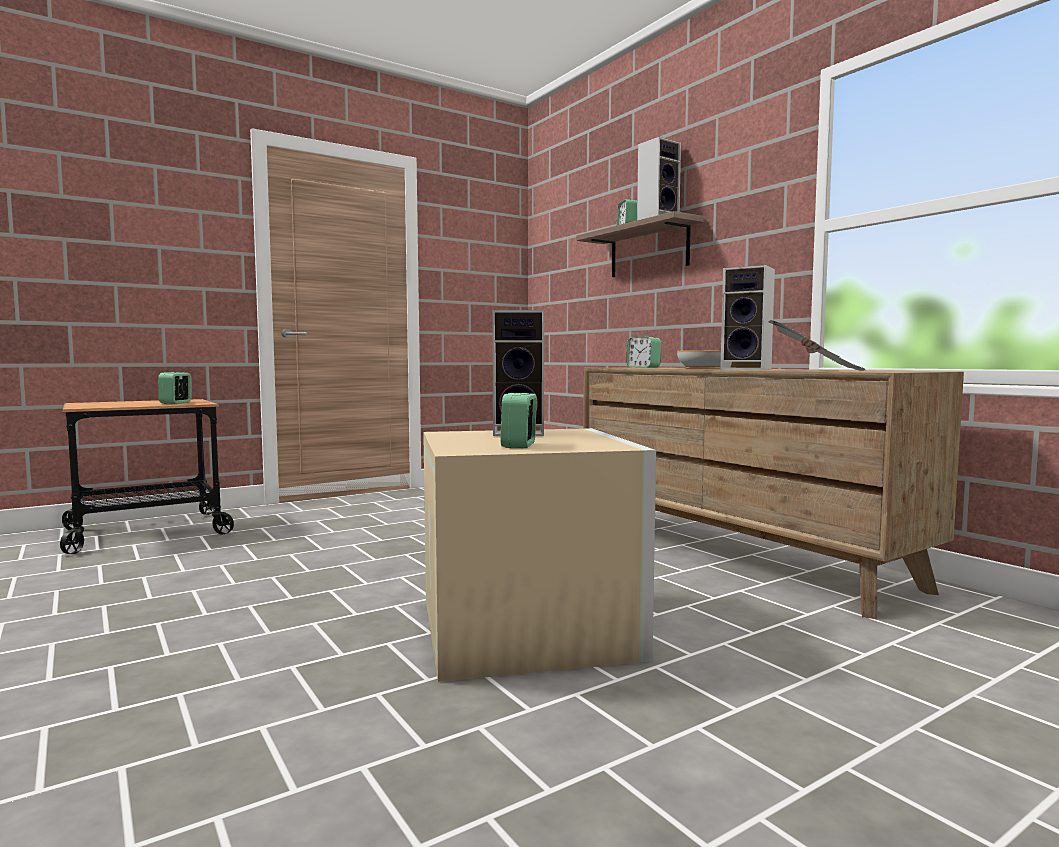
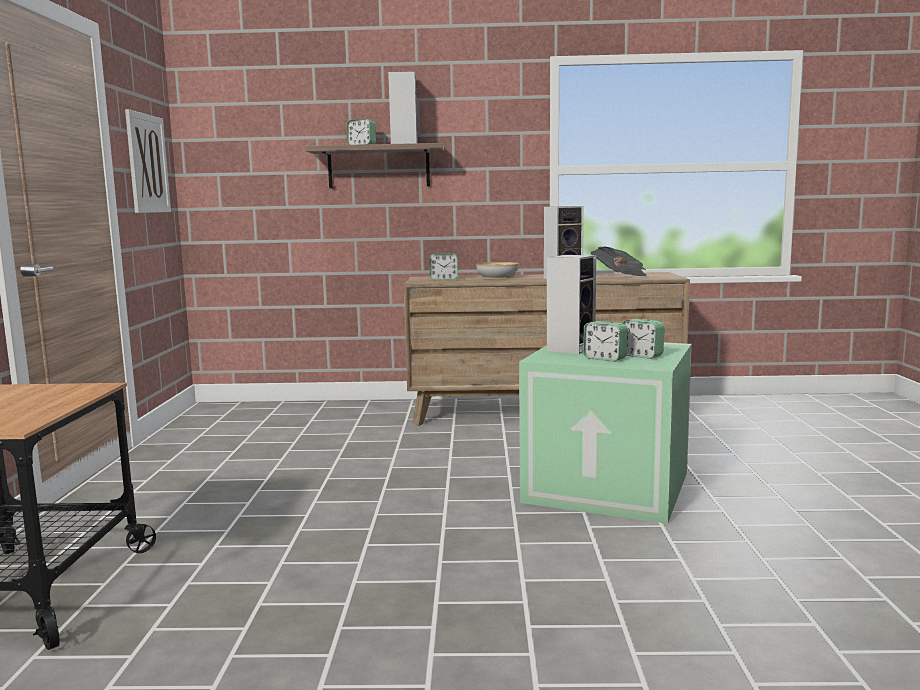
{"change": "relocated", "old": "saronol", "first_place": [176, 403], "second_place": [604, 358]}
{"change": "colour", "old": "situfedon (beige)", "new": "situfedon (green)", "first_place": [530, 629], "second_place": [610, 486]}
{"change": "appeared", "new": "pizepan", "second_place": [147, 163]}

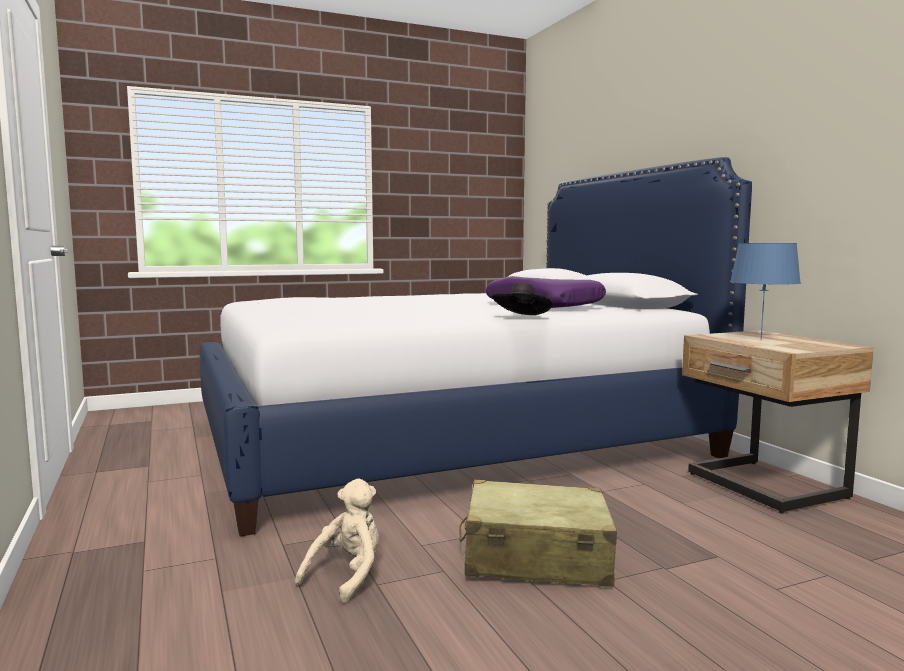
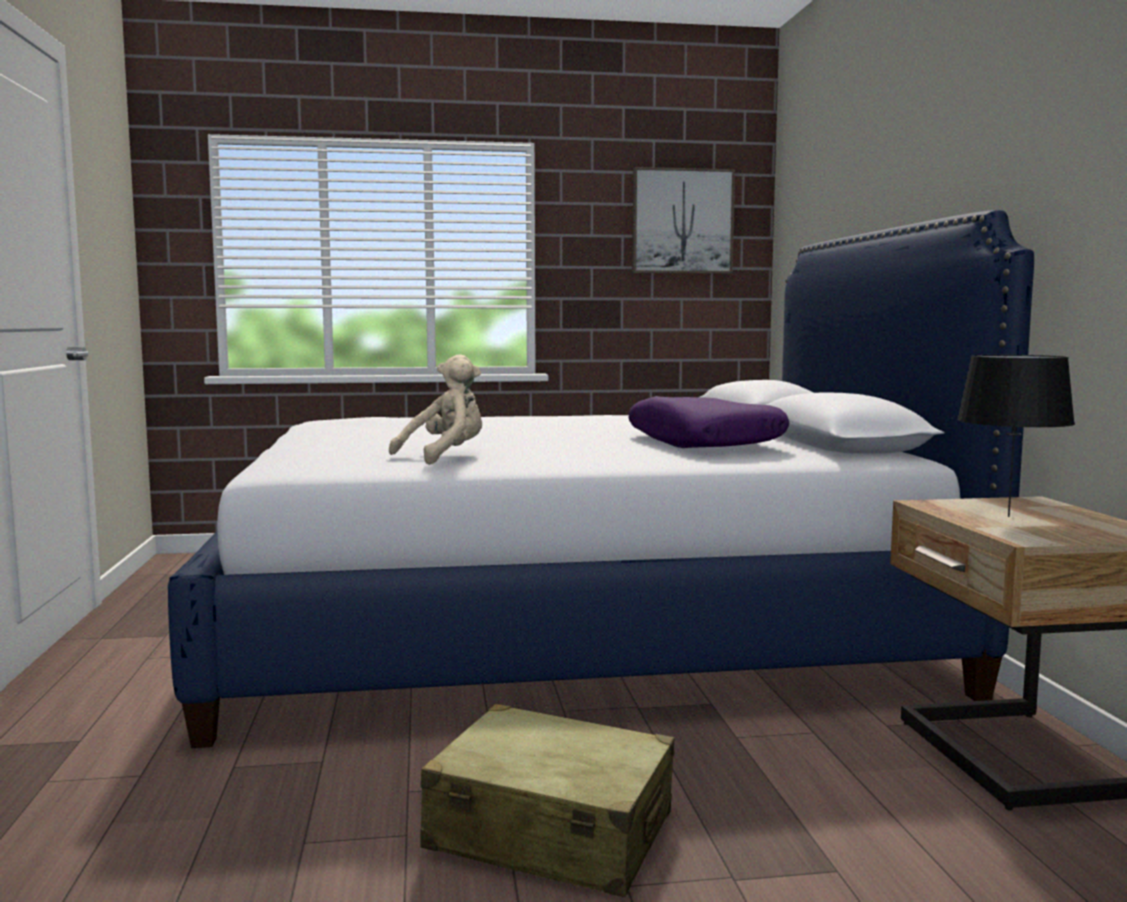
{"change": "colour", "old": "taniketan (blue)", "new": "taniketan (black)", "first_place": [762, 340], "second_place": [1010, 516]}
{"change": "missing", "old": "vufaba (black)", "first_place": [522, 317]}
{"change": "relocated", "old": "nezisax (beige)", "first_place": [347, 576], "second_place": [445, 456]}
{"change": "appeared", "new": "pizepan", "second_place": [682, 221]}

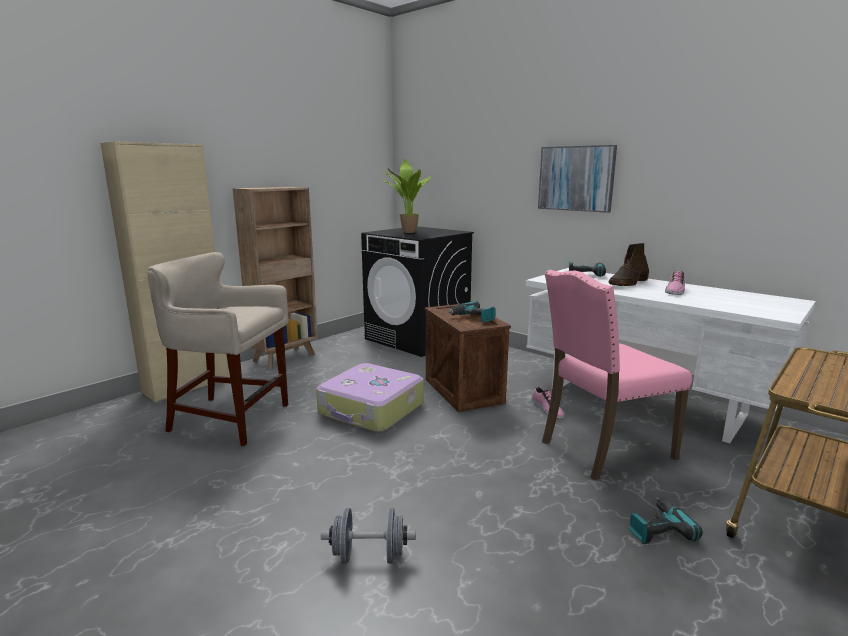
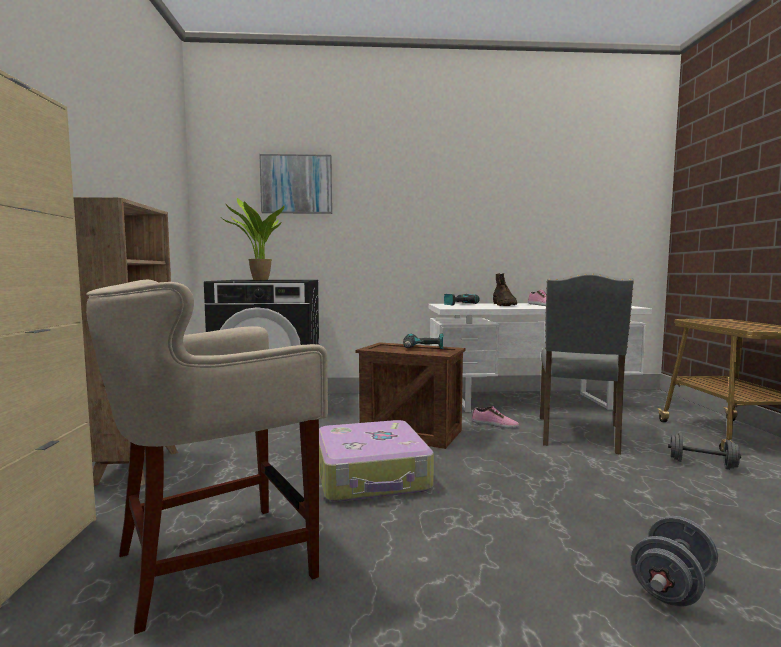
{"change": "relocated", "old": "pizepan", "first_place": [576, 178], "second_place": [296, 184]}
{"change": "colour", "old": "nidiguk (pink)", "new": "nidiguk (grey)", "first_place": [603, 449], "second_place": [579, 435]}
{"change": "exchanged", "old": "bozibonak", "new": "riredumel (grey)", "first_place": [657, 528], "second_place": [702, 464]}

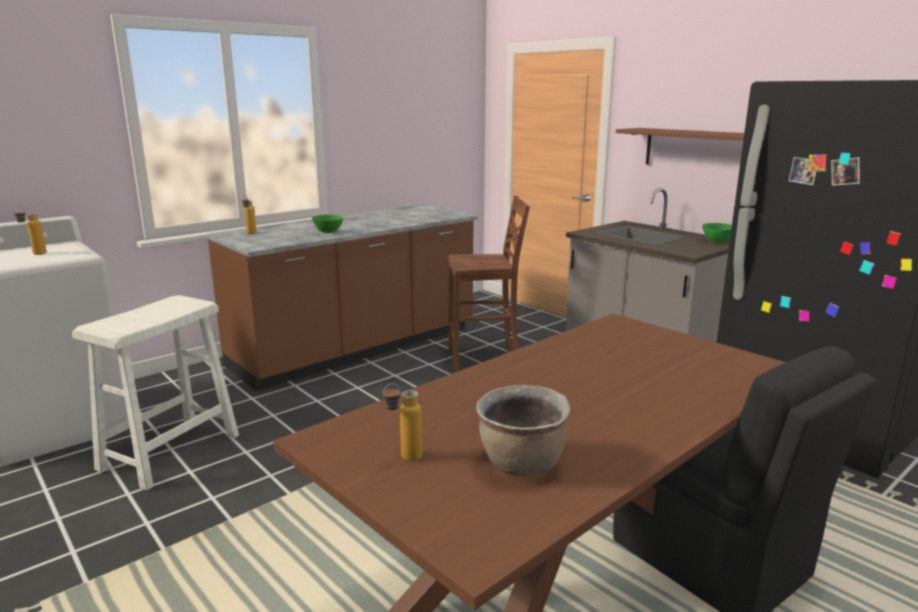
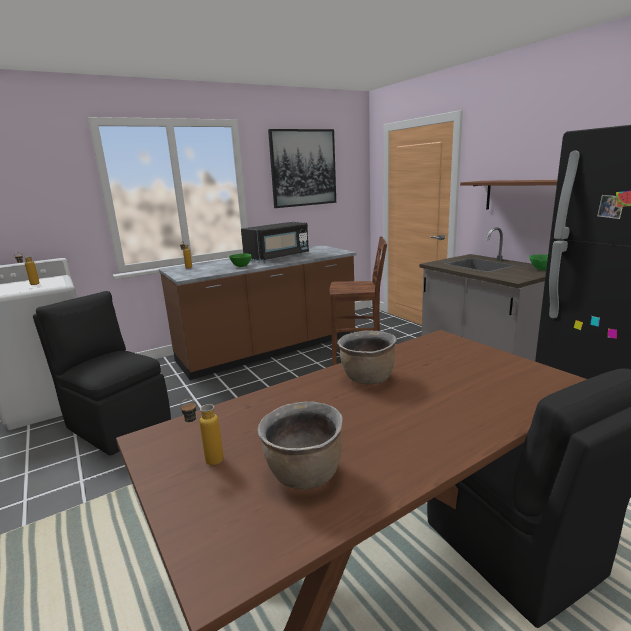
{"change": "exchanged", "old": "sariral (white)", "new": "nidiguk (black)", "first_place": [171, 451], "second_place": [117, 424]}
{"change": "appeared", "new": "pizepan", "second_place": [303, 168]}
{"change": "appeared", "new": "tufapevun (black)", "second_place": [278, 257]}
{"change": "appeared", "new": "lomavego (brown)", "second_place": [367, 379]}

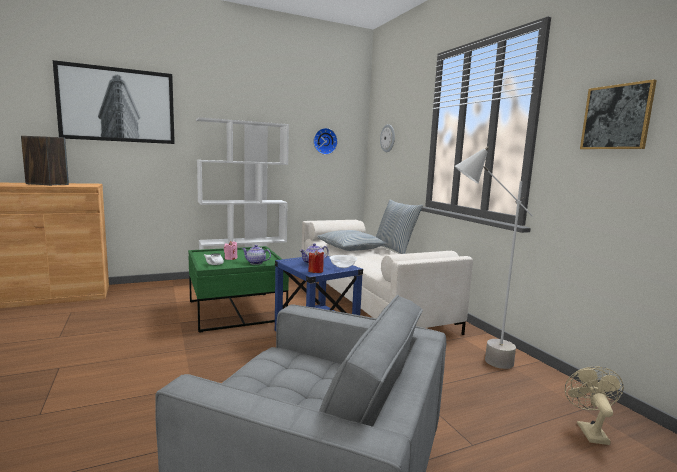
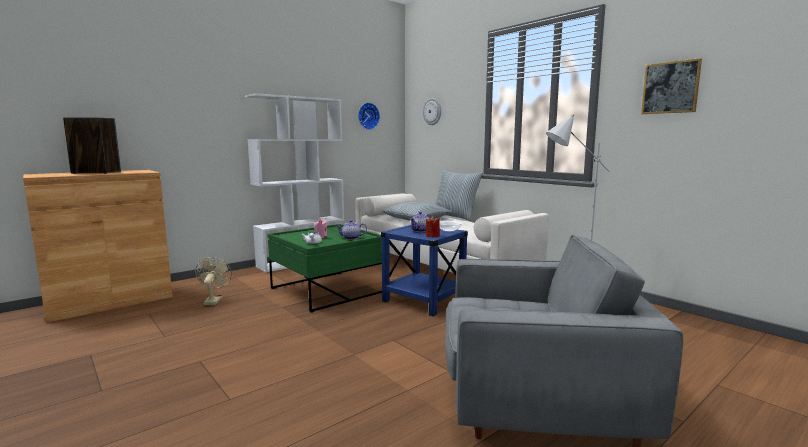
{"change": "missing", "old": "pizepan", "first_place": [117, 105]}
{"change": "relocated", "old": "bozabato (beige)", "first_place": [589, 430], "second_place": [213, 300]}

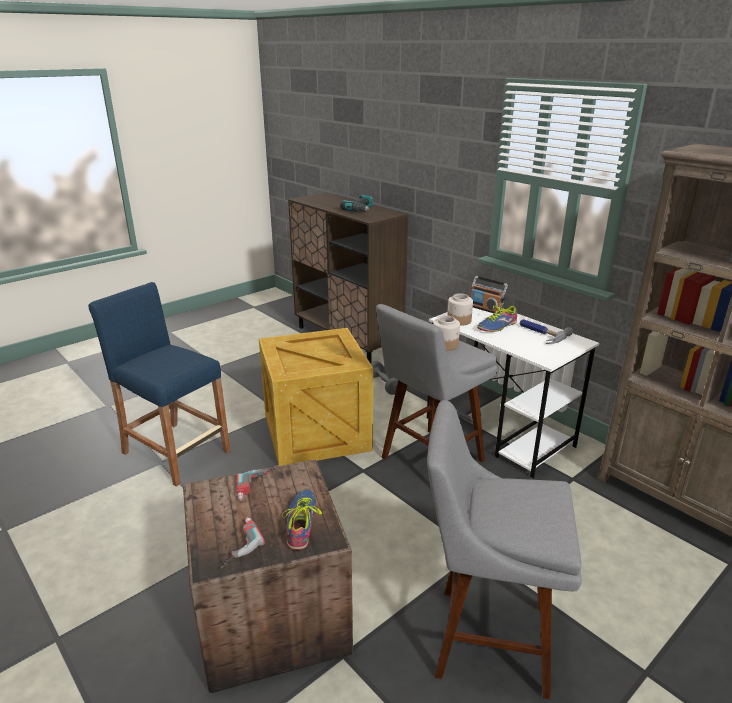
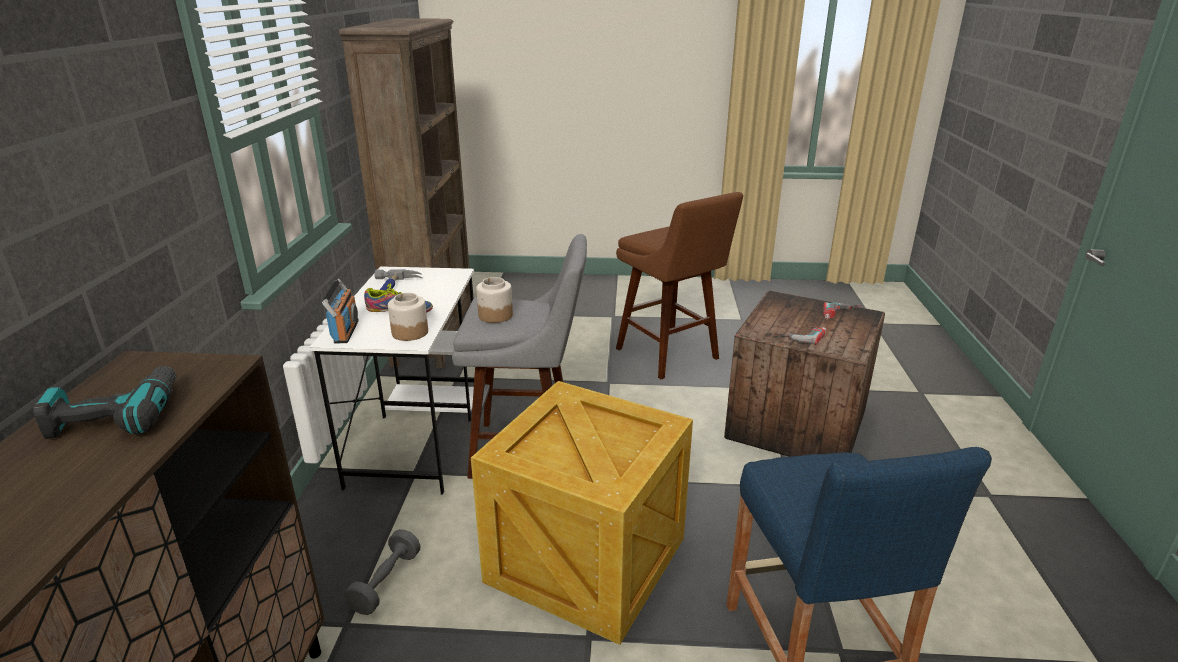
{"change": "colour", "old": "sariral (grey)", "new": "sariral (brown)", "first_place": [484, 638], "second_place": [670, 356]}
{"change": "missing", "old": "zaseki", "first_place": [301, 523]}

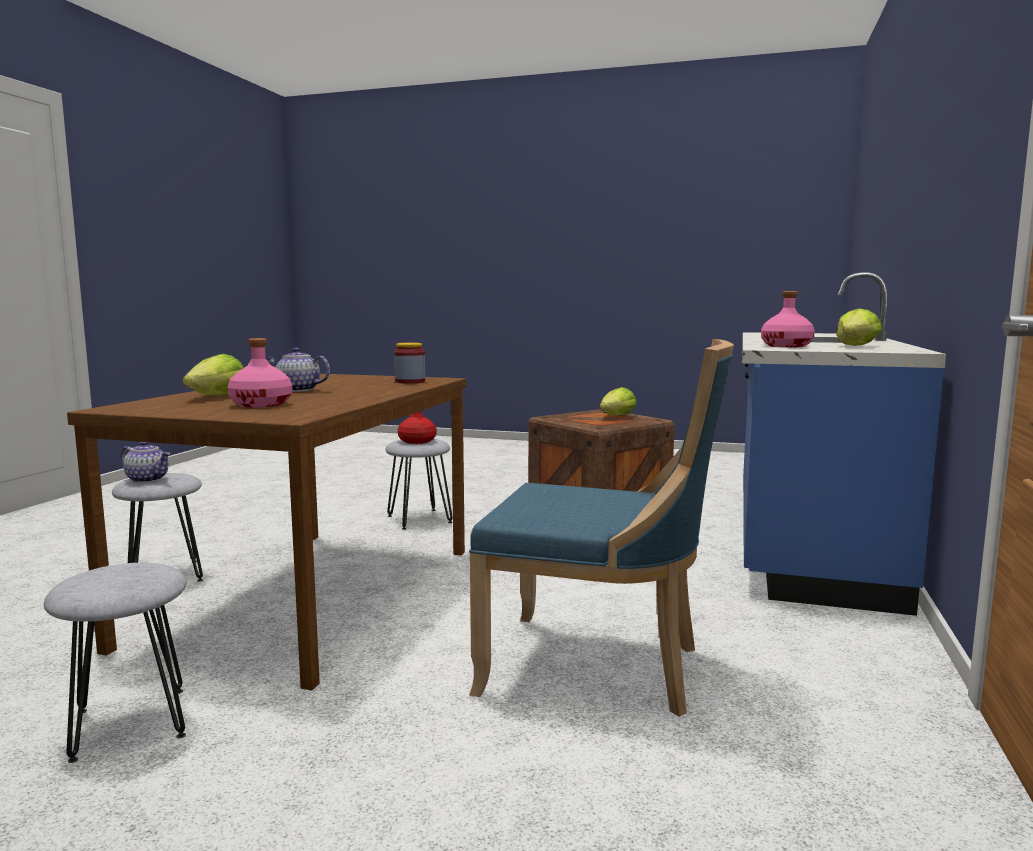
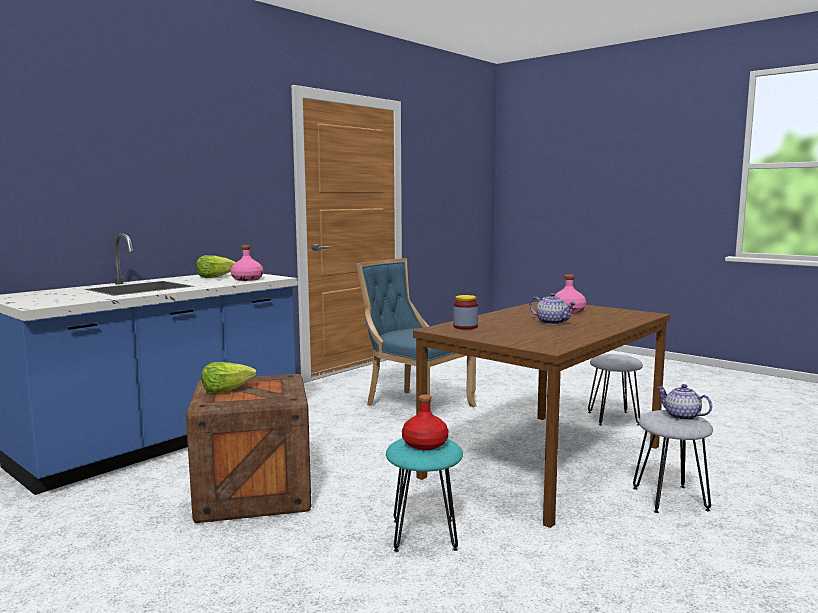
{"change": "missing", "old": "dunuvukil", "first_place": [217, 397]}
{"change": "colour", "old": "sariral (grey)", "new": "sariral (turquoise)", "first_place": [420, 519], "second_place": [423, 534]}

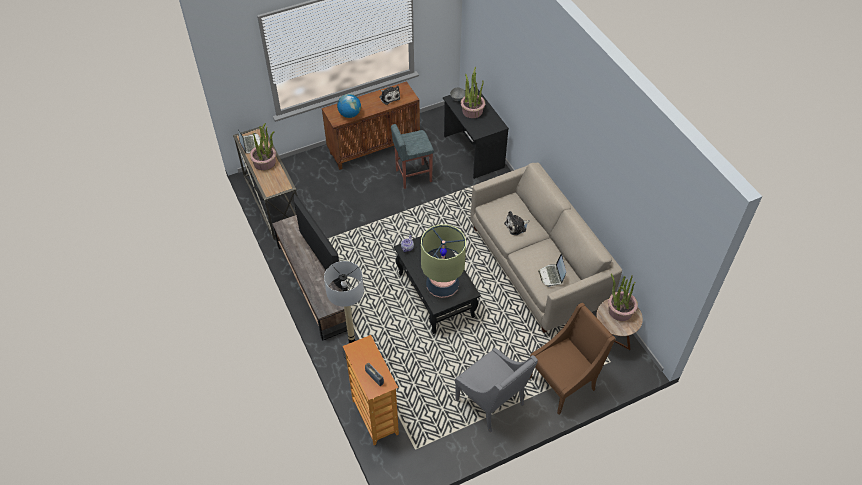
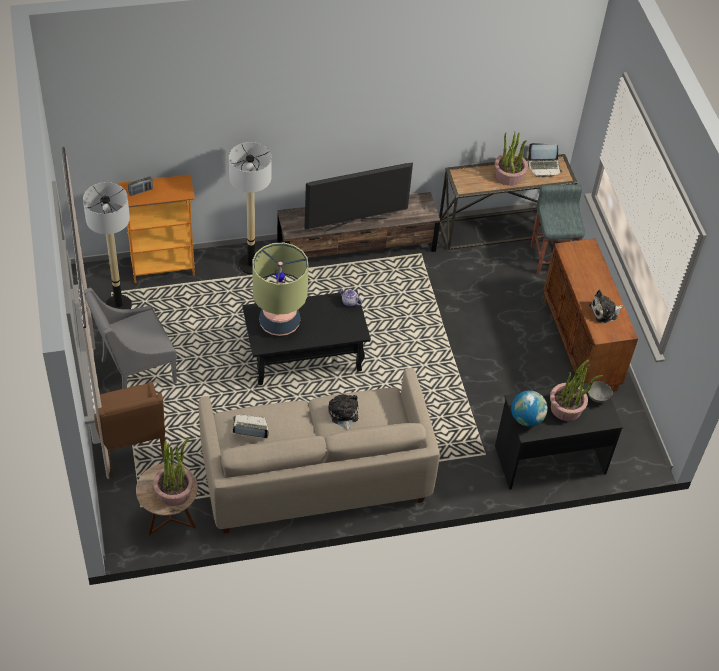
{"change": "relocated", "old": "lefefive", "first_place": [350, 114], "second_place": [526, 418]}
{"change": "relocated", "old": "sariral (grey)", "first_place": [413, 176], "second_place": [551, 259]}
{"change": "appeared", "new": "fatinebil", "second_place": [118, 305]}

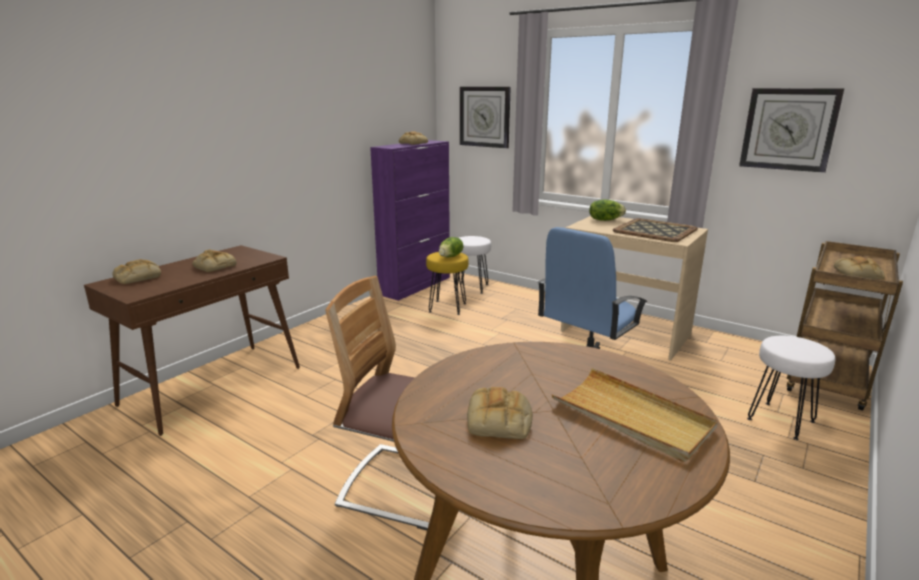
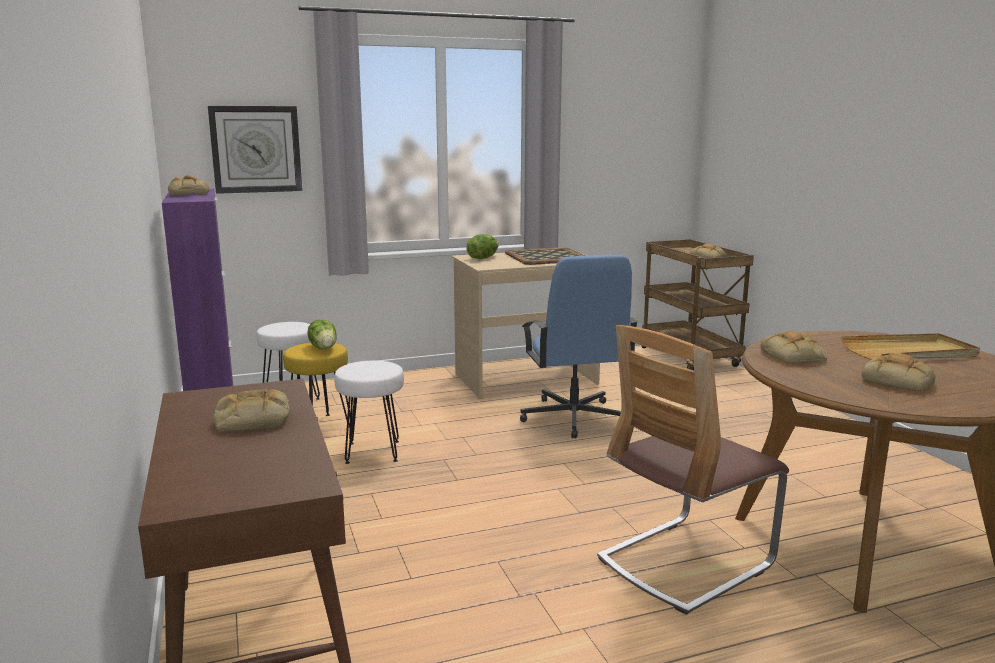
{"change": "missing", "old": "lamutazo", "first_place": [789, 129]}
{"change": "relocated", "old": "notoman", "first_place": [137, 277], "second_place": [794, 357]}
{"change": "relocated", "old": "sariral (white)", "first_place": [780, 420], "second_place": [372, 451]}

